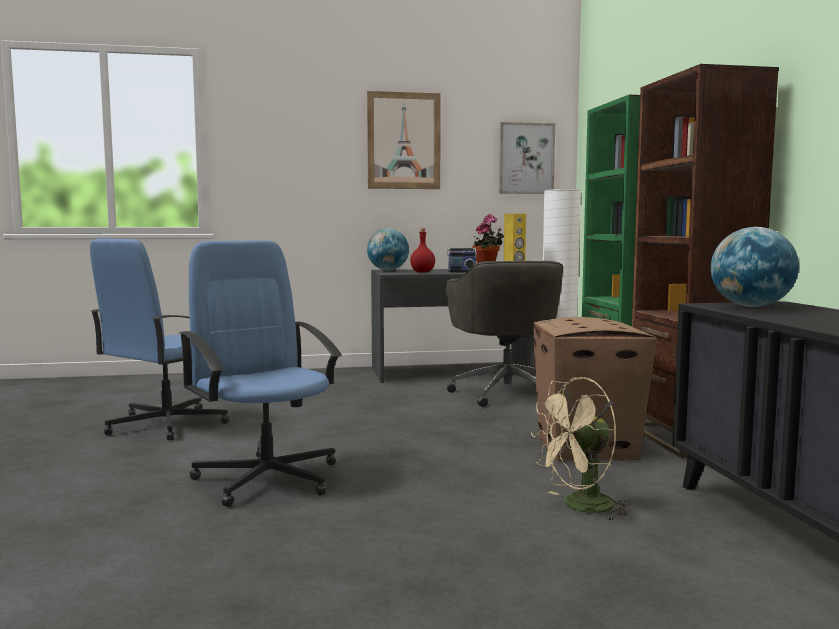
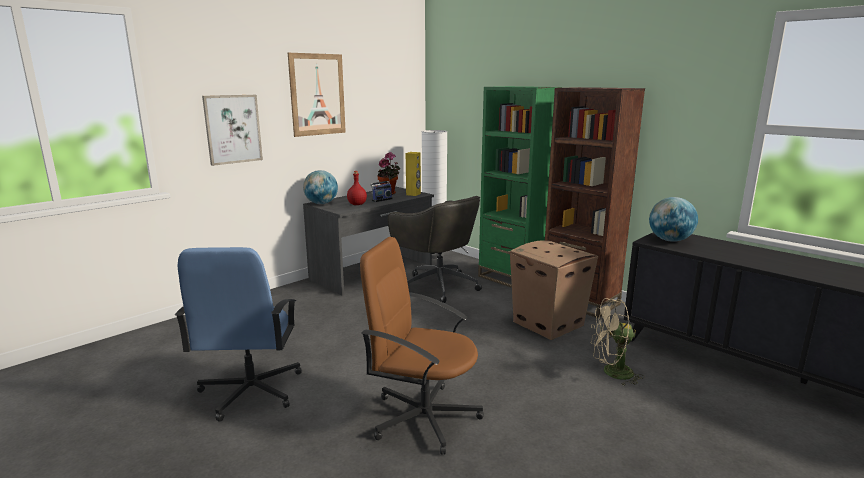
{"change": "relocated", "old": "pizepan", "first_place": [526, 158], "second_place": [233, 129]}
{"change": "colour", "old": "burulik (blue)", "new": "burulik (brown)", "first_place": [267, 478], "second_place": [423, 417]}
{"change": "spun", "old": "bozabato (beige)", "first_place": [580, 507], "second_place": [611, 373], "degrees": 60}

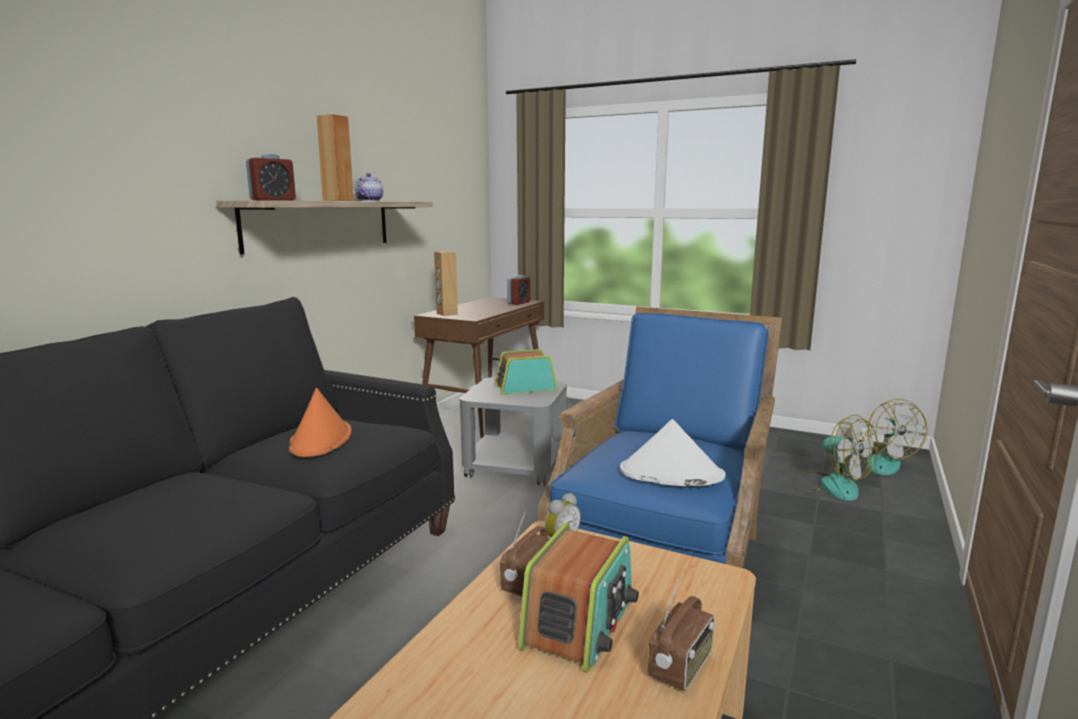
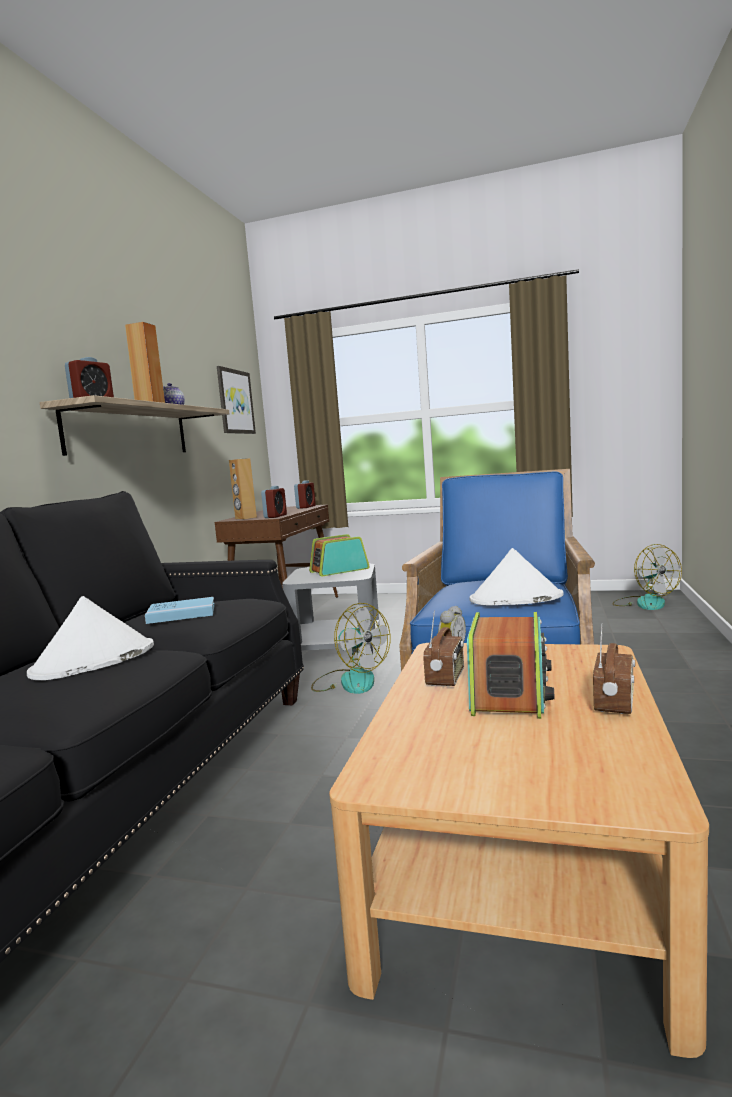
{"change": "exchanged", "old": "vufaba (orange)", "new": "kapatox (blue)", "first_place": [321, 440], "second_place": [181, 613]}
{"change": "relocated", "old": "bozabato", "first_place": [829, 485], "second_place": [350, 681]}
{"change": "appeared", "new": "pizepan", "second_place": [235, 402]}
{"change": "appeared", "new": "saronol", "second_place": [275, 516]}
{"change": "appeared", "new": "vufaba (white)", "second_place": [93, 661]}

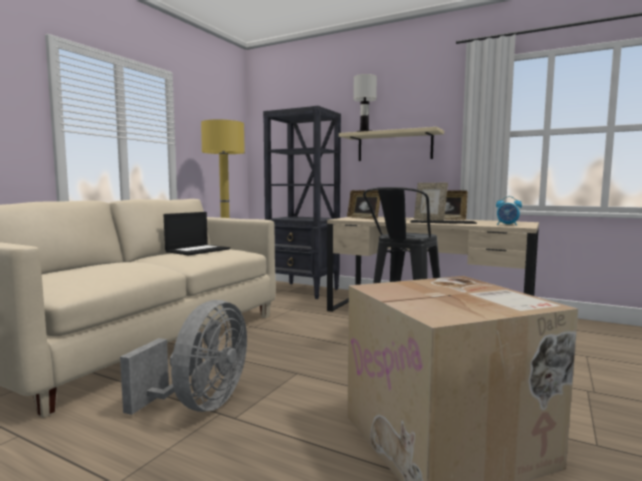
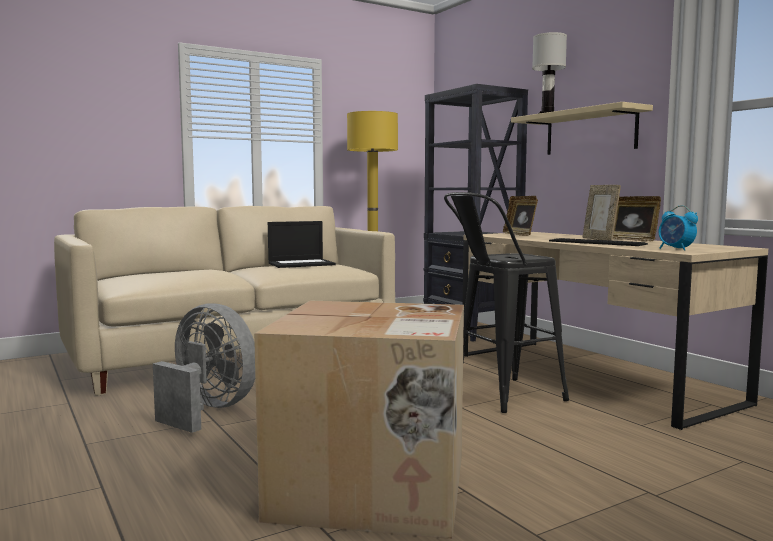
{"change": "spun", "old": "bozabato (grey)", "first_place": [200, 404], "second_place": [208, 410], "degrees": -105}

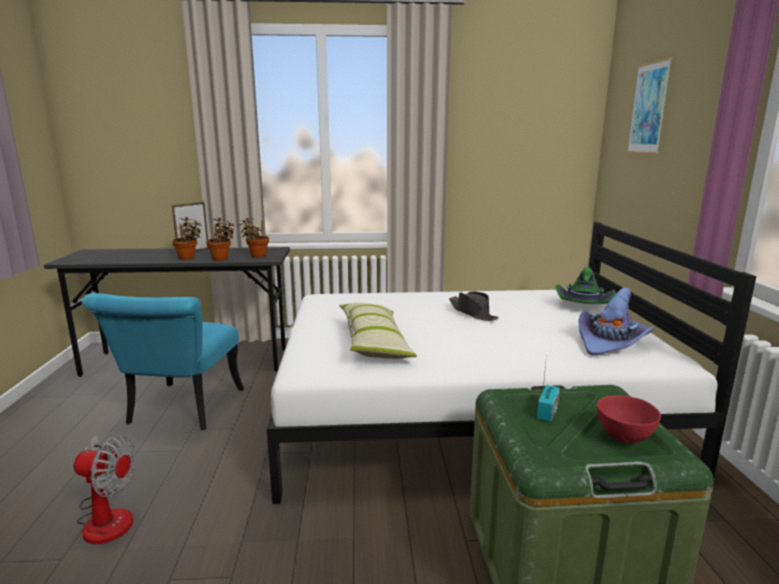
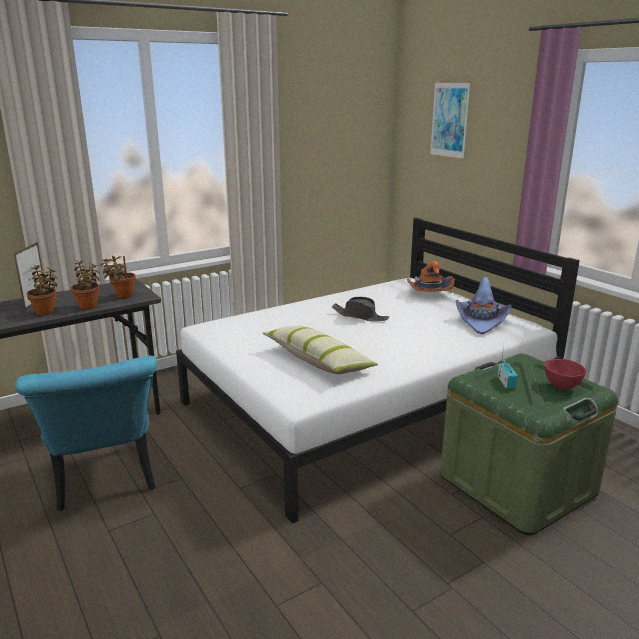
{"change": "colour", "old": "vufaba (green)", "new": "vufaba (orange)", "first_place": [583, 305], "second_place": [428, 292]}
{"change": "missing", "old": "bozabato", "first_place": [107, 516]}

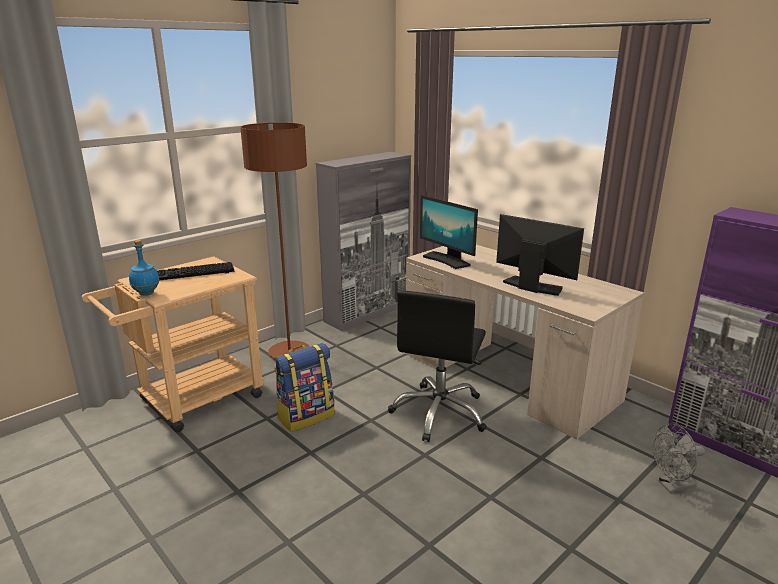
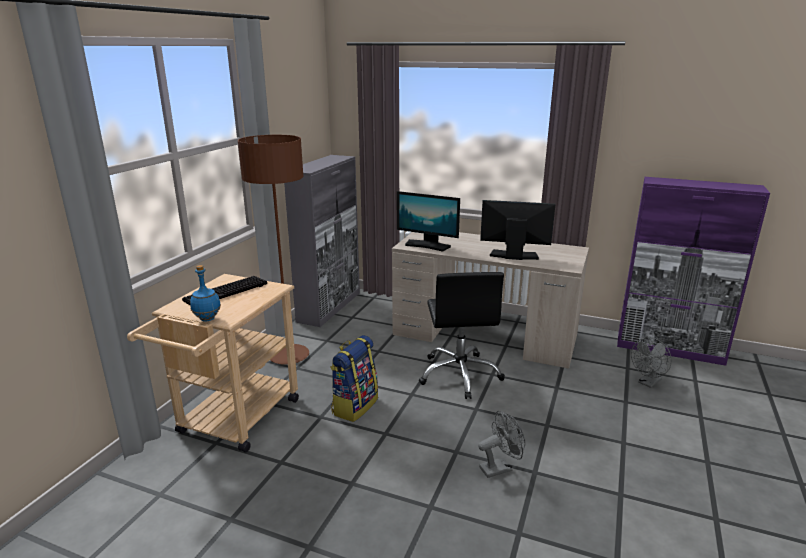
{"change": "appeared", "new": "bozabato (grey)", "second_place": [500, 467]}

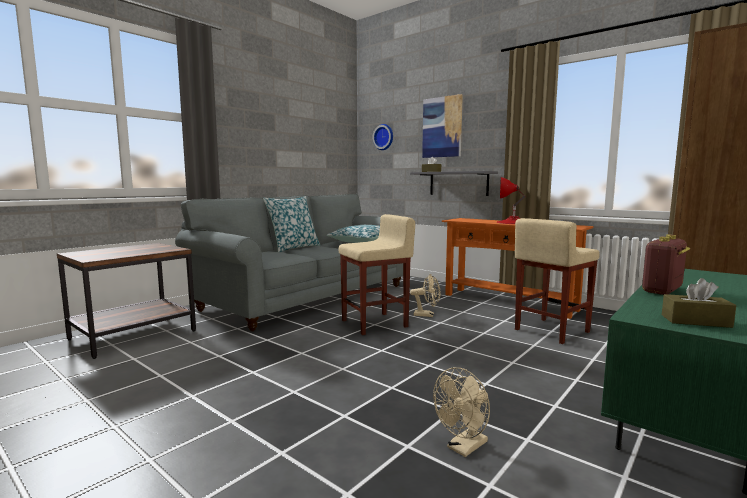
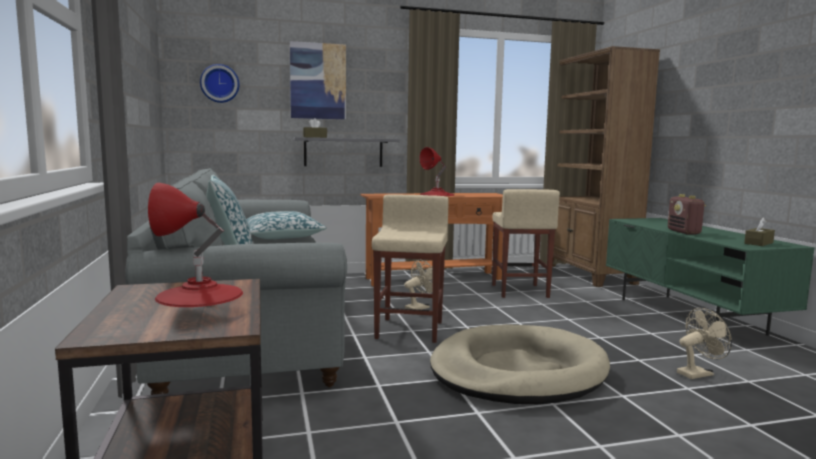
{"change": "spun", "old": "bozabato (beige)", "first_place": [463, 448], "second_place": [698, 373], "degrees": -105}
{"change": "appeared", "new": "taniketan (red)", "second_place": [199, 295]}
{"change": "appeared", "new": "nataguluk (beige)", "second_place": [517, 371]}

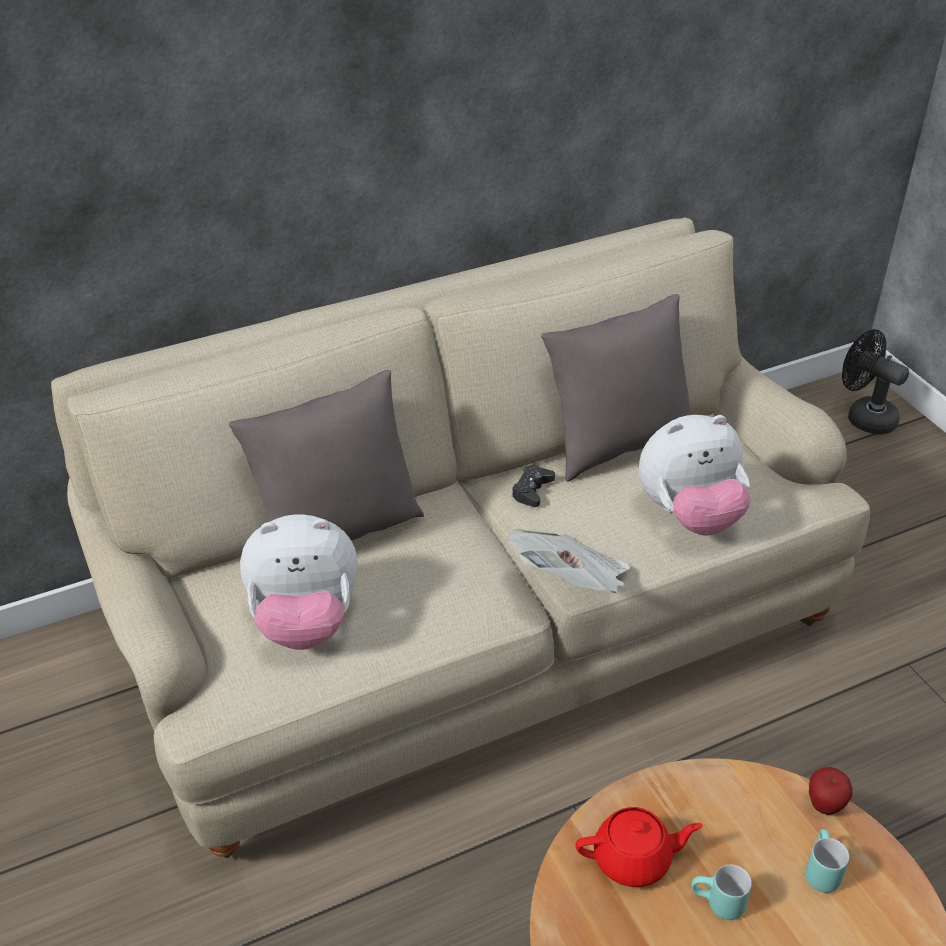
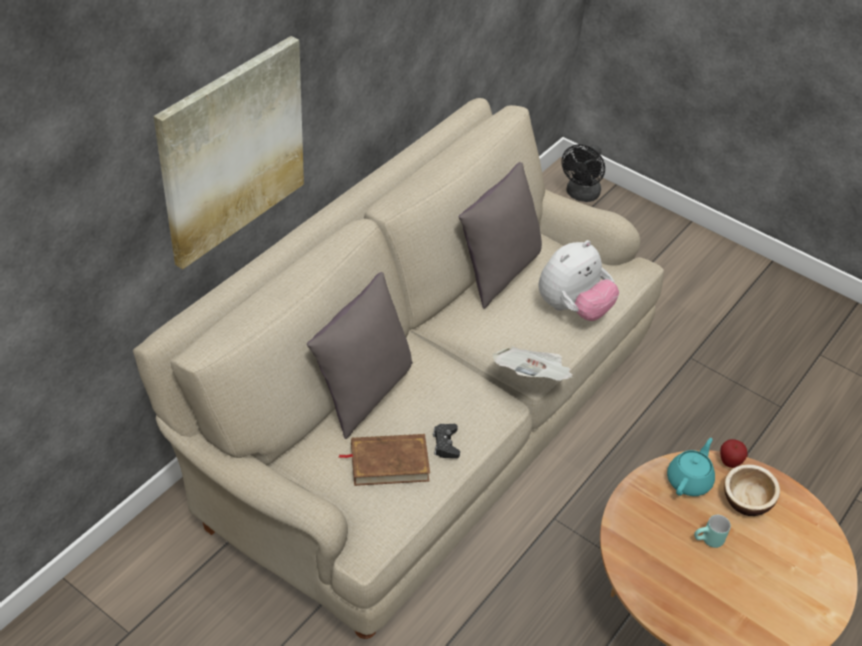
{"change": "spun", "old": "bozabato (black)", "first_place": [864, 416], "second_place": [580, 195], "degrees": -75}
{"change": "relocated", "old": "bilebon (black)", "first_place": [532, 490], "second_place": [445, 444]}
{"change": "exchanged", "old": "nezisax", "new": "kapatox (brown)", "first_place": [304, 622], "second_place": [389, 462]}
{"change": "missing", "old": "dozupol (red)", "first_place": [634, 859]}
{"change": "exchanged", "old": "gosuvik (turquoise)", "new": "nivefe", "first_place": [818, 870], "second_place": [746, 501]}
{"change": "appeared", "new": "pizepan", "second_place": [232, 151]}
{"change": "appeared", "new": "dozupol (turquoise)", "second_place": [689, 480]}

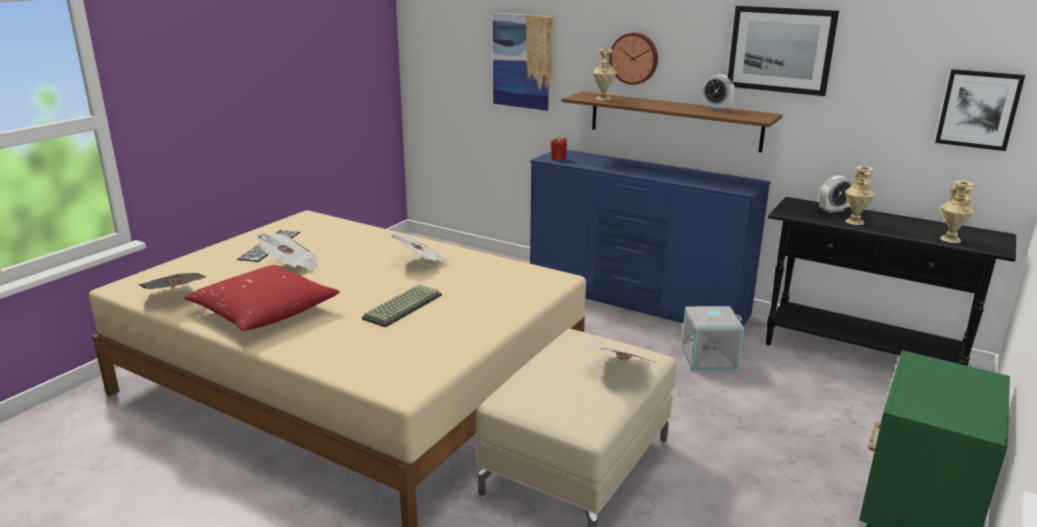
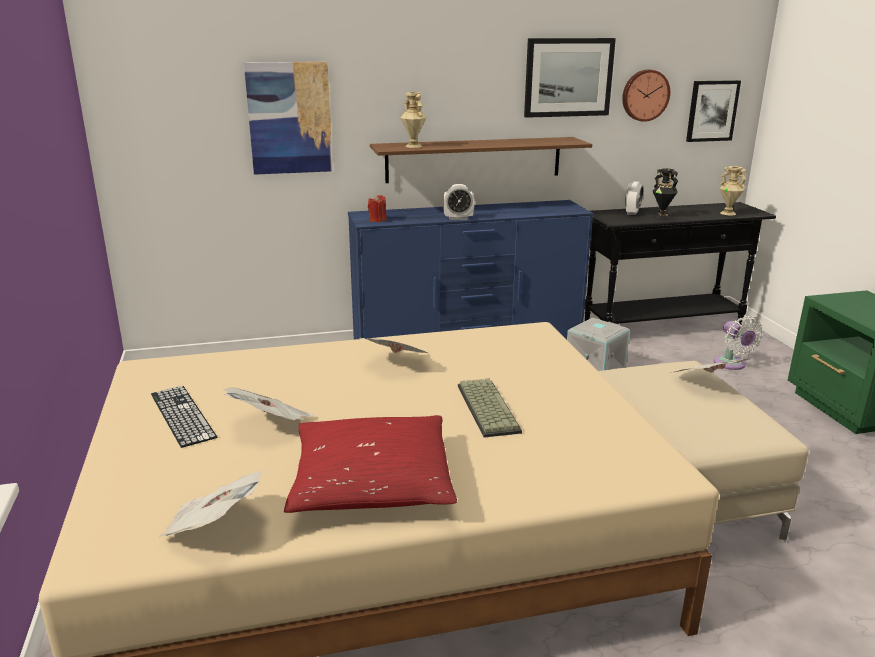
{"change": "relocated", "old": "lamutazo", "first_place": [634, 58], "second_place": [644, 95]}
{"change": "relocated", "old": "saronol", "first_place": [716, 109], "second_place": [458, 218]}
{"change": "colour", "old": "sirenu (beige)", "new": "sirenu (black)", "first_place": [855, 221], "second_place": [662, 216]}
{"change": "appeared", "new": "bozabato (white)", "second_place": [731, 365]}

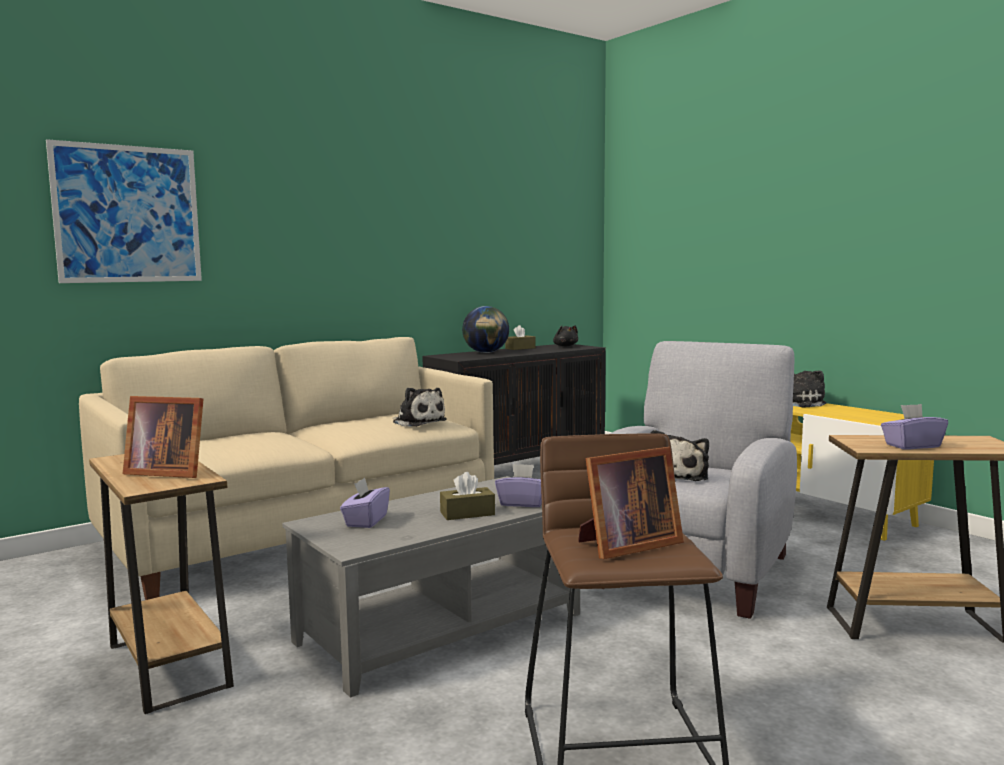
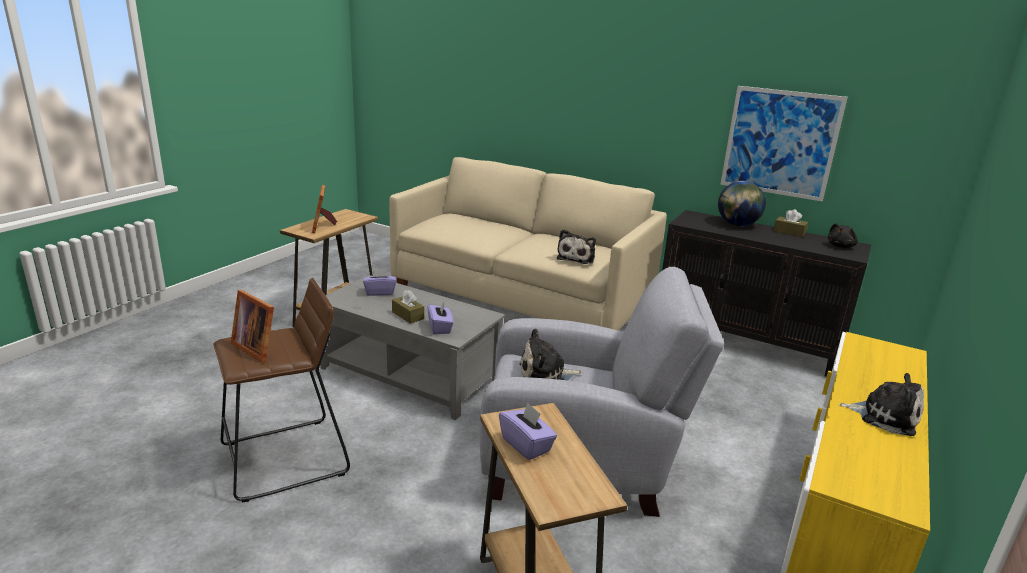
{"change": "relocated", "old": "pizepan", "first_place": [128, 214], "second_place": [780, 143]}

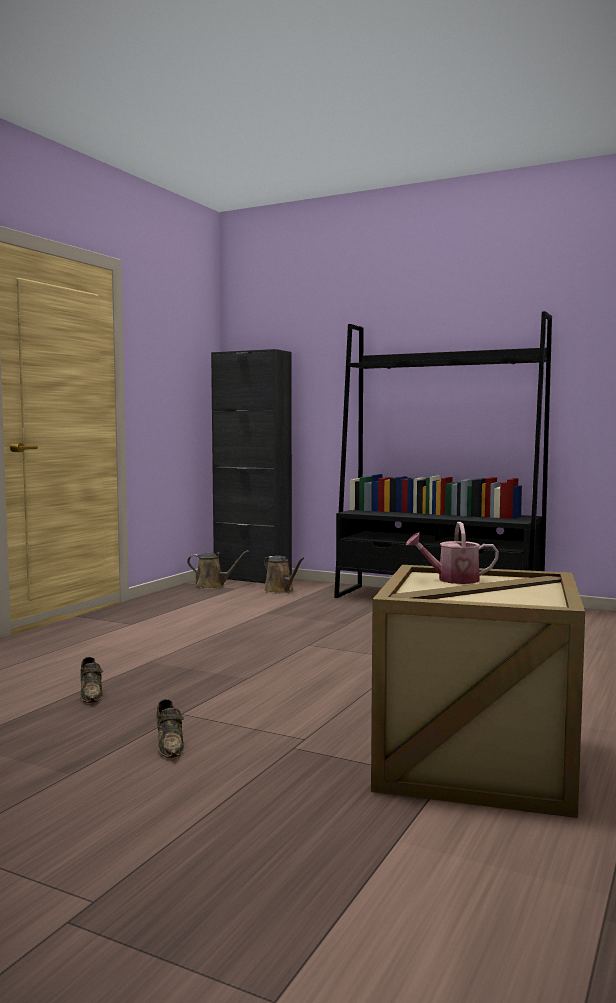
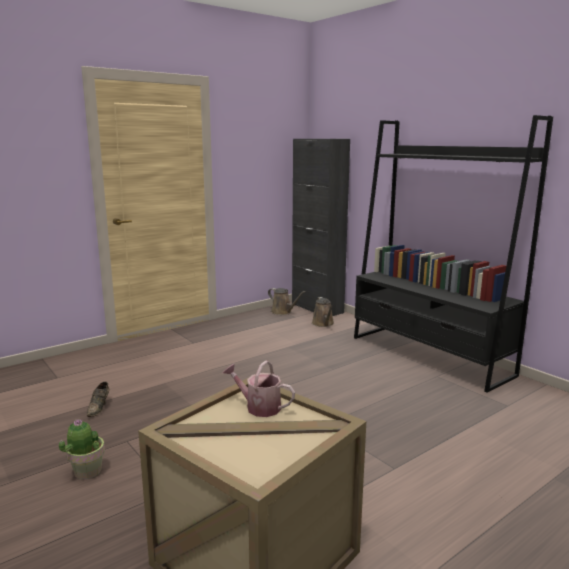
{"change": "exchanged", "old": "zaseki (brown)", "new": "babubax", "first_place": [169, 745], "second_place": [87, 471]}

